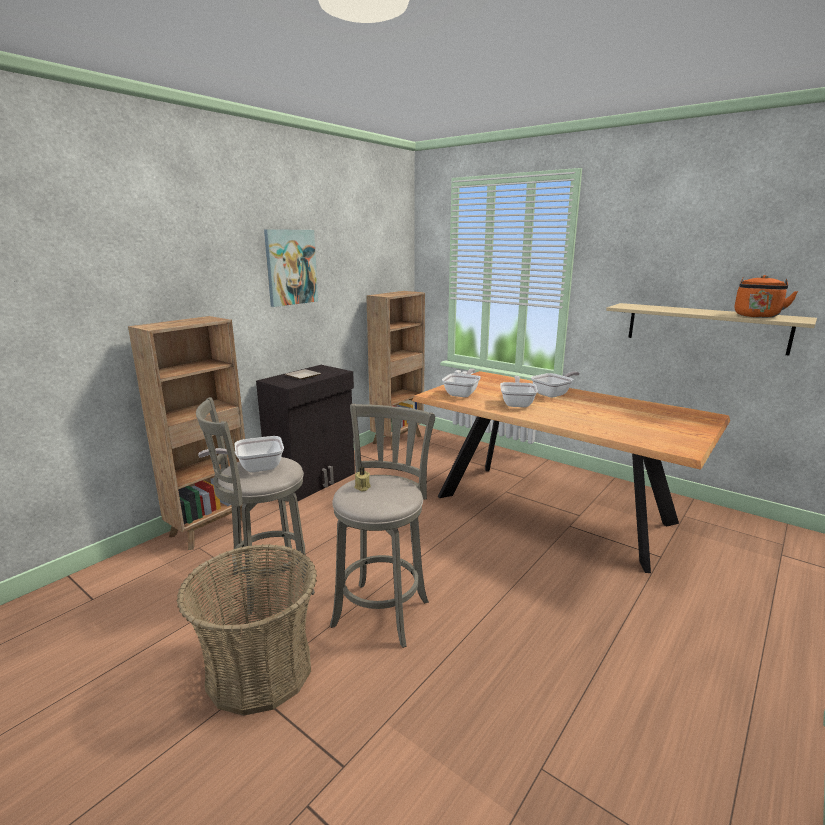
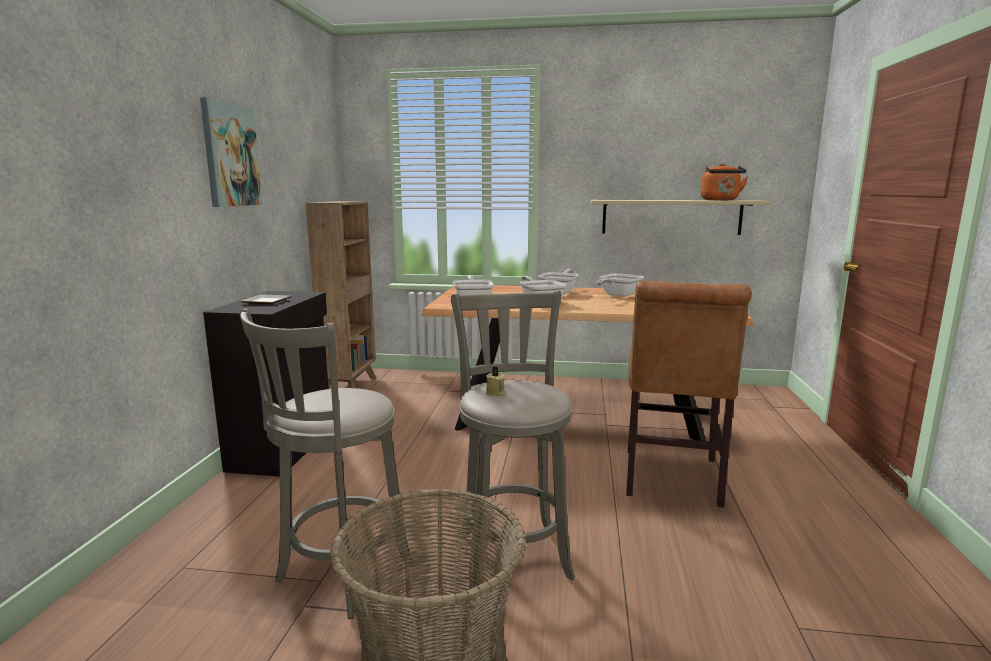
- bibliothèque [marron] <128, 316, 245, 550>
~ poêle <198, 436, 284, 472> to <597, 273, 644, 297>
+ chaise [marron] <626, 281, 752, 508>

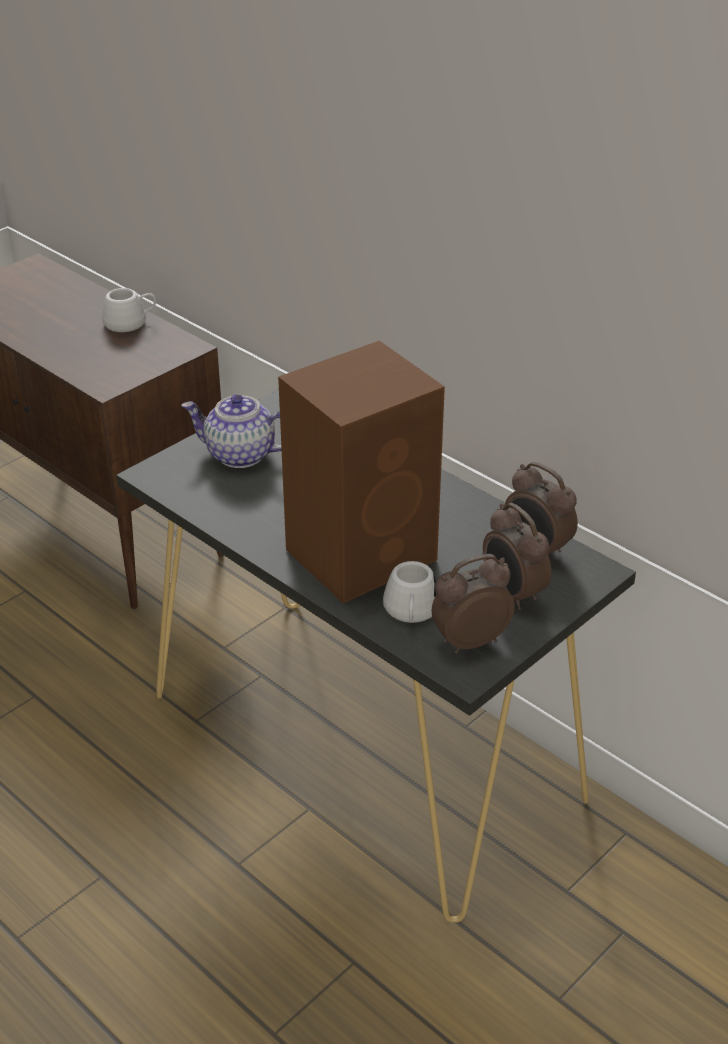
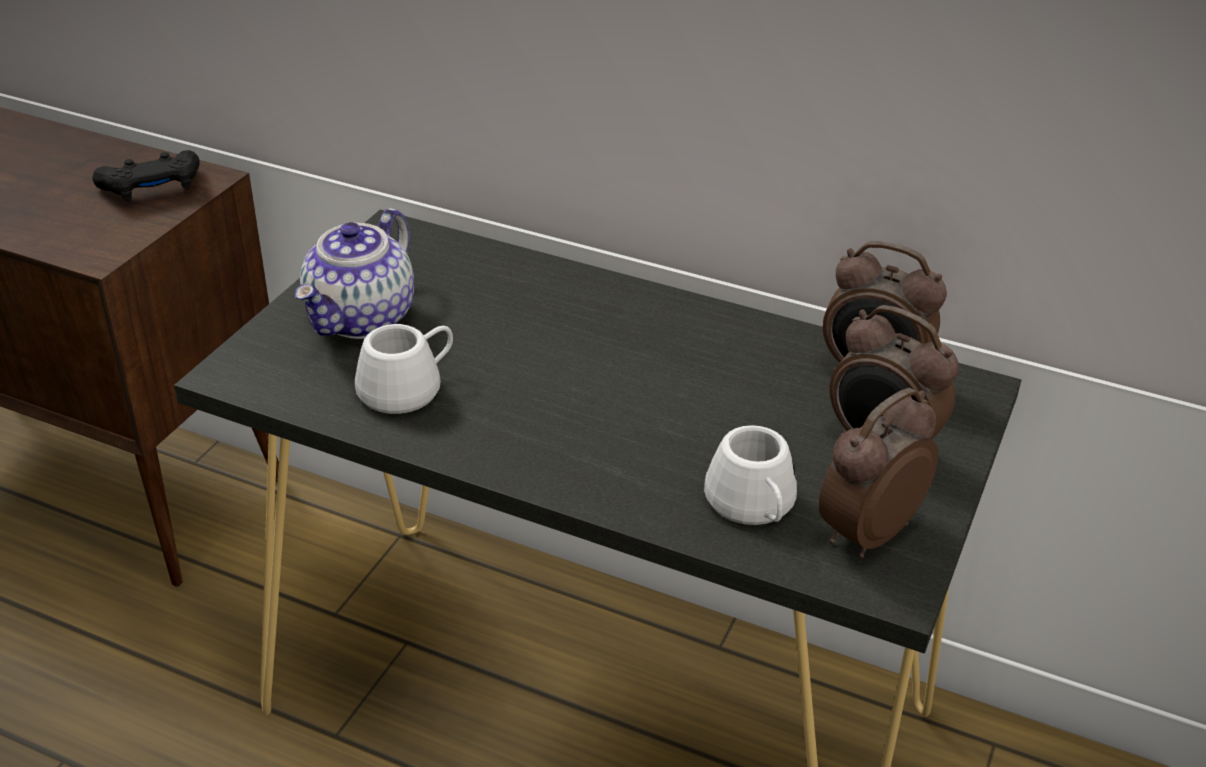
~ mug [blanc] <102, 288, 156, 332> to <355, 324, 453, 414>
- enceinte [marron] <278, 341, 445, 603>
~ théière <181, 394, 282, 468> = <295, 208, 414, 339> 60 degrees counterclockwise
+ manette [noir] <92, 150, 200, 202>

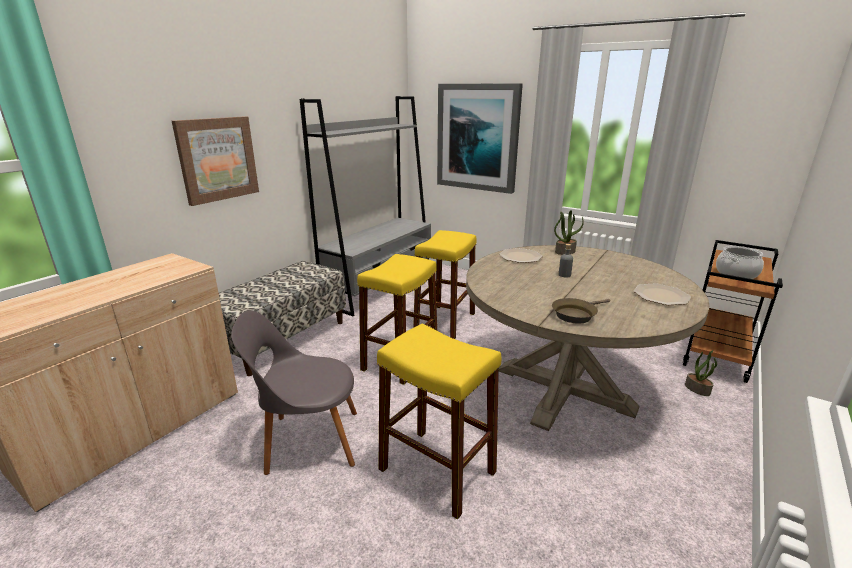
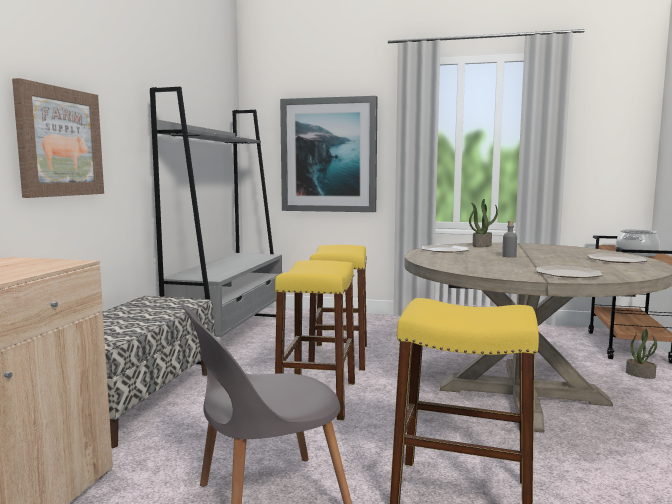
~ poêle [marron] <552, 298, 610, 324> to assiette <536, 266, 603, 278>

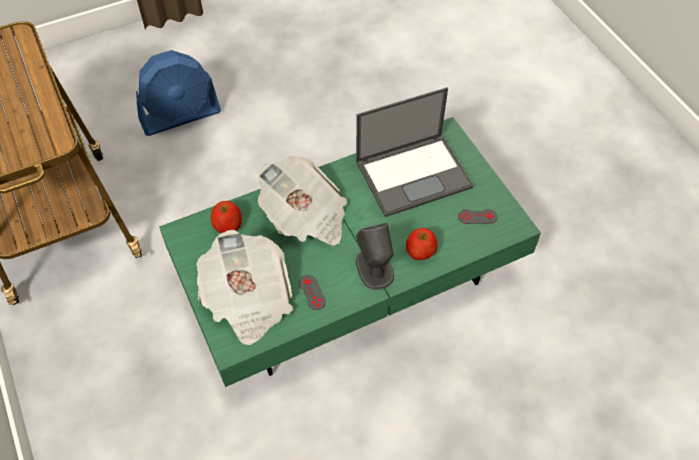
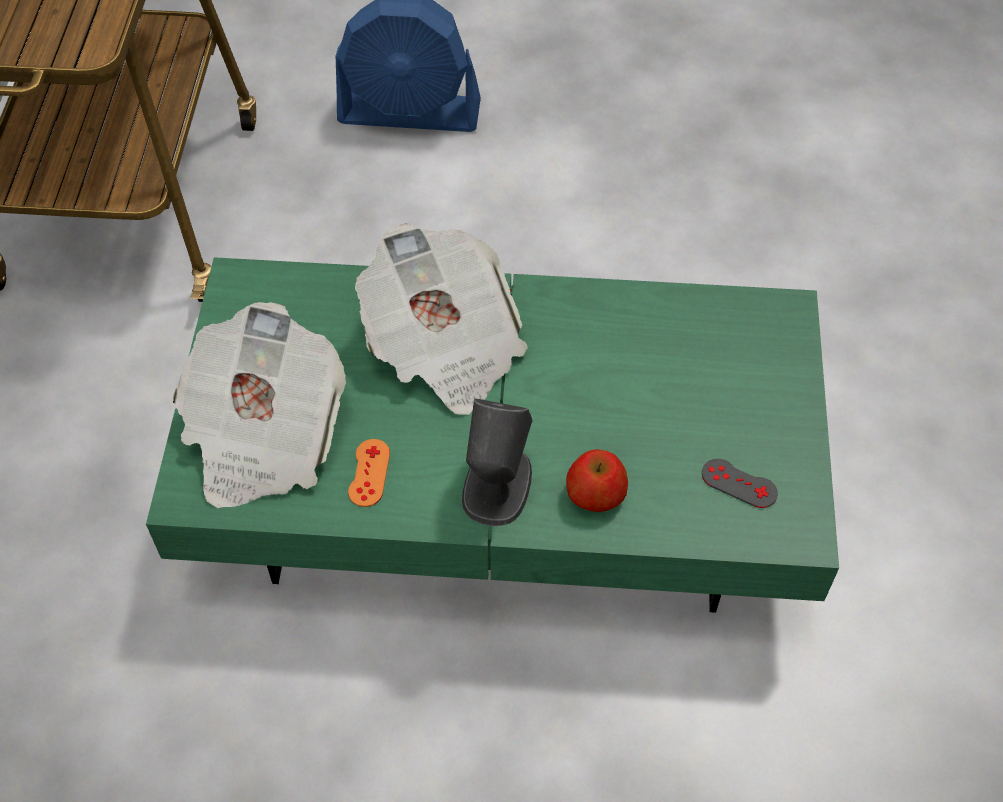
- ordinateur portable <356, 87, 474, 217>
- pomme <211, 201, 242, 233>
~ manette [gris] <299, 275, 326, 310> to manette [orange] <348, 439, 390, 507>

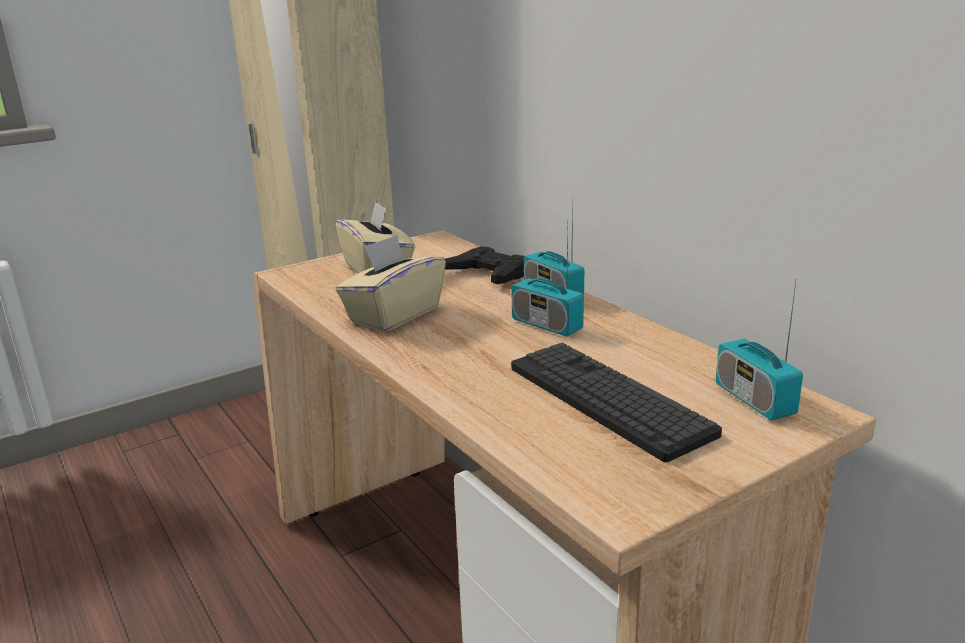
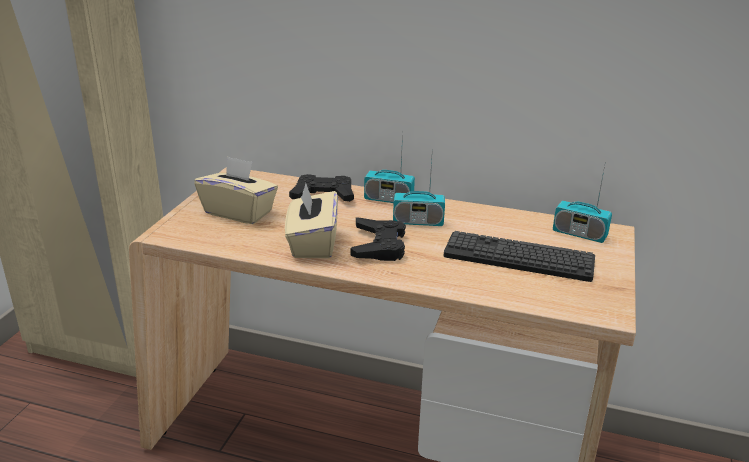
+ manette [noir] <350, 217, 406, 261>

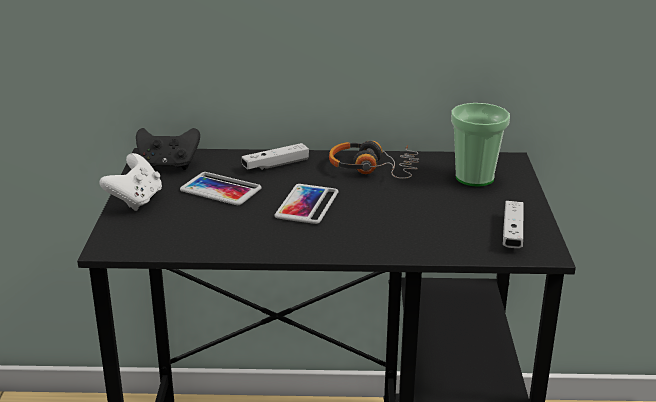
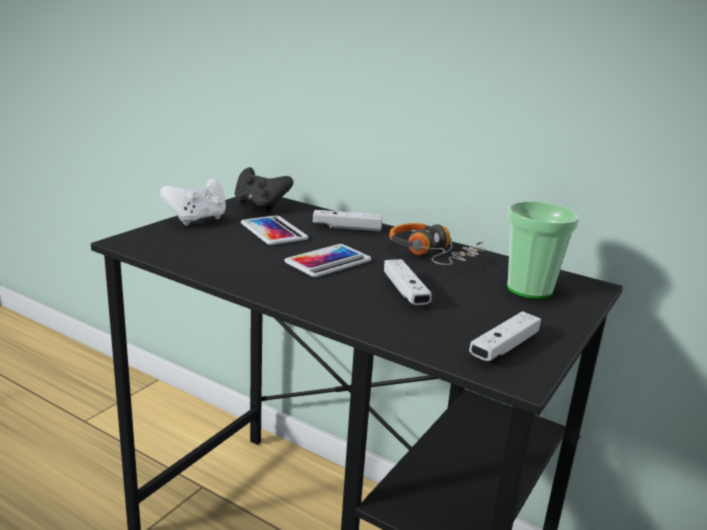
+ manette [blanc] <384, 259, 432, 305>

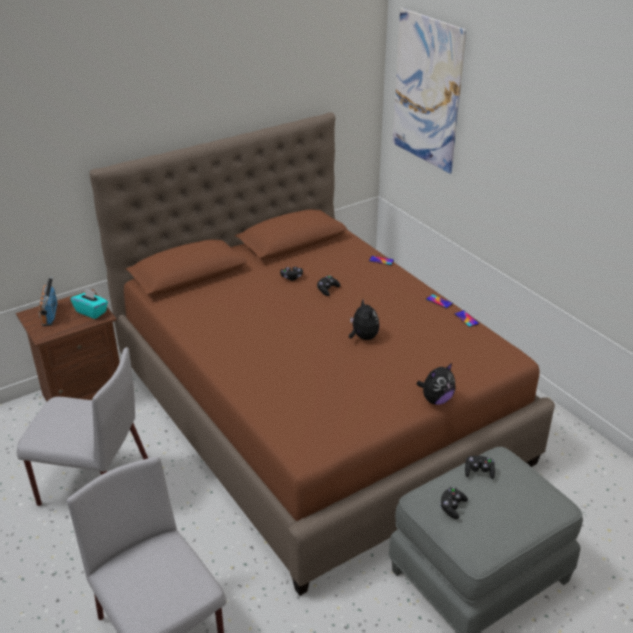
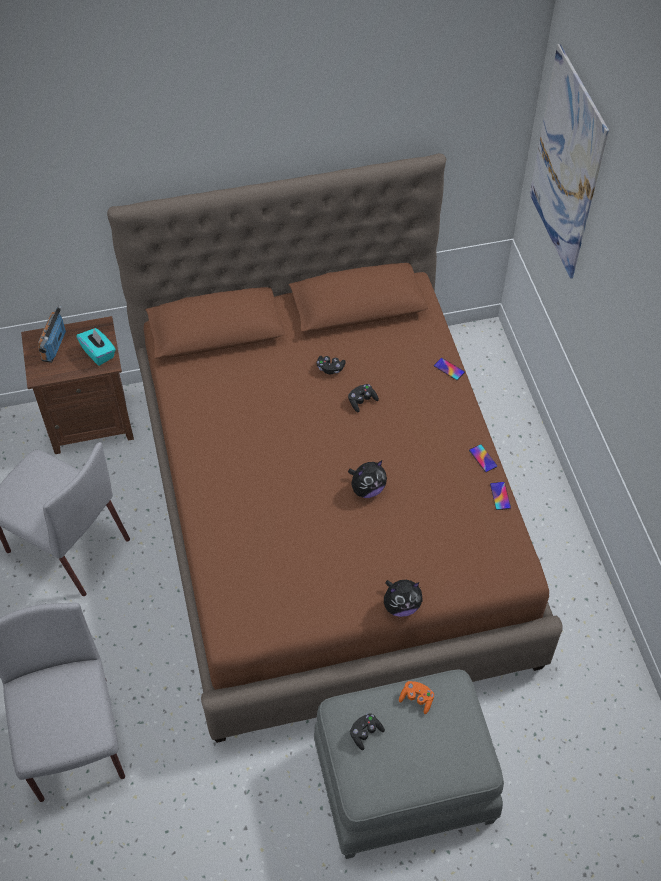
~ peluche <349, 299, 380, 340> = <348, 460, 387, 498> 60 degrees clockwise
~ manette [noir] <465, 456, 495, 479> to manette [orange] <399, 681, 434, 714>

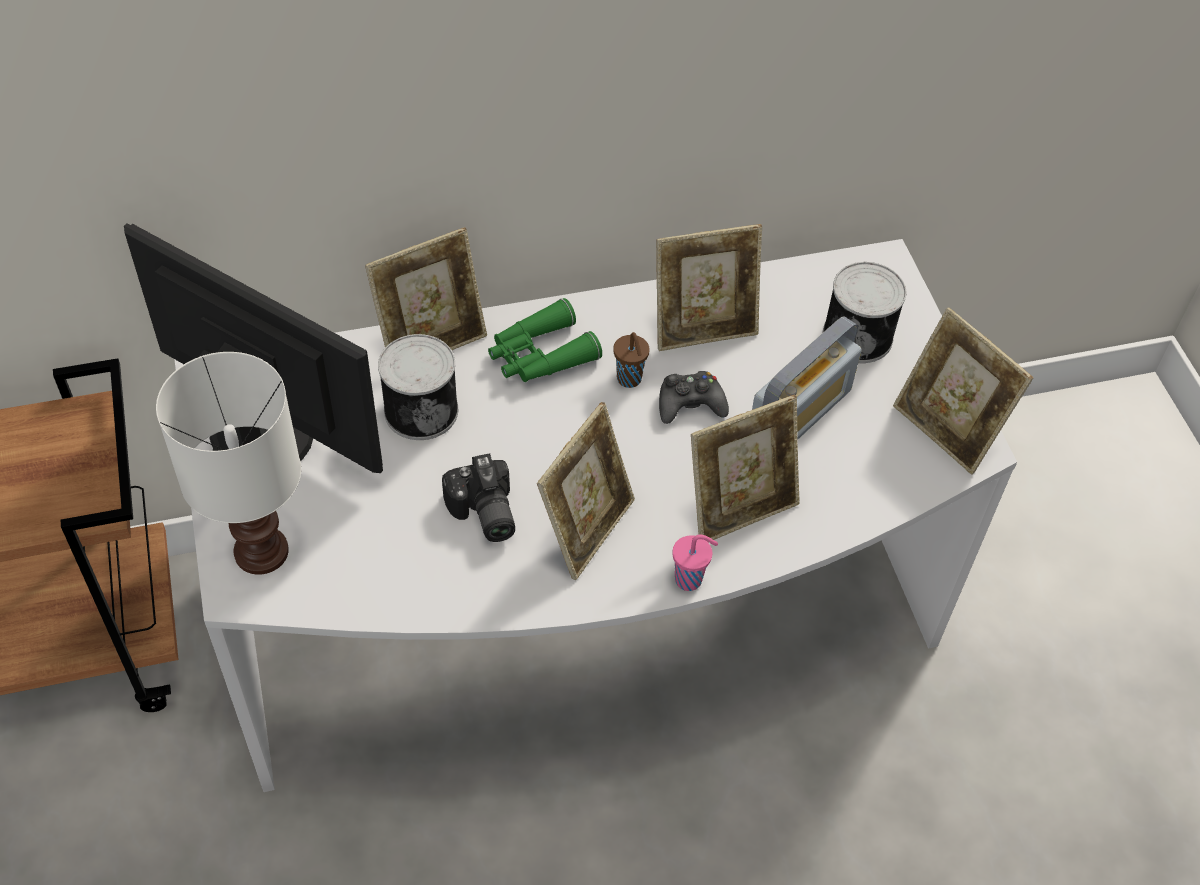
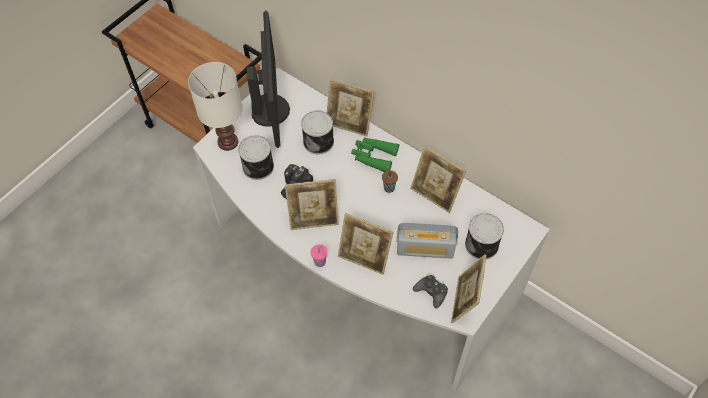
~ manette [noir] <659, 371, 729, 424> to <413, 275, 448, 308>
+ boîte métallique <238, 135, 274, 180>

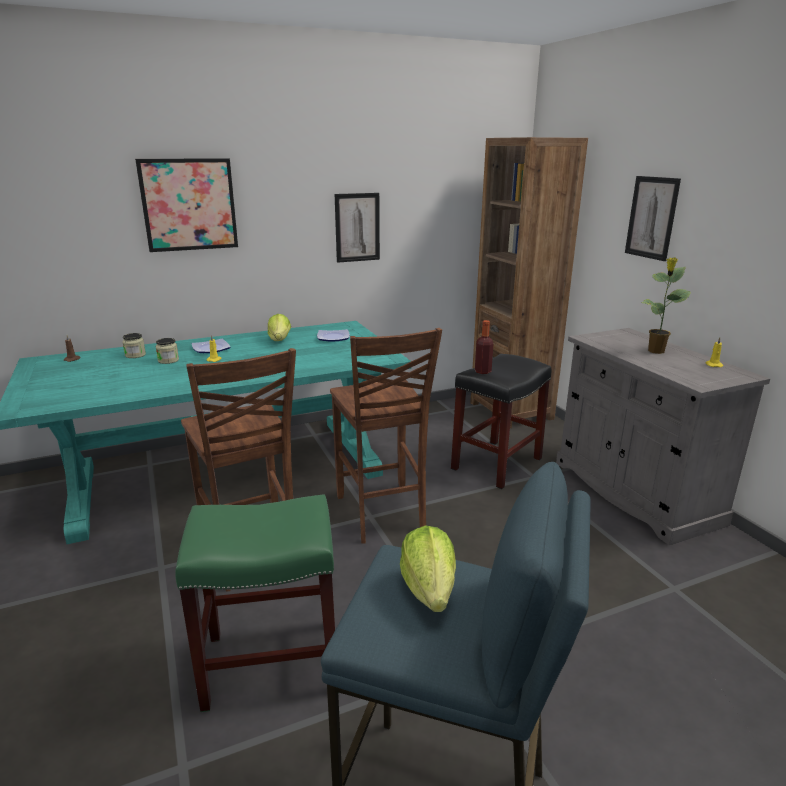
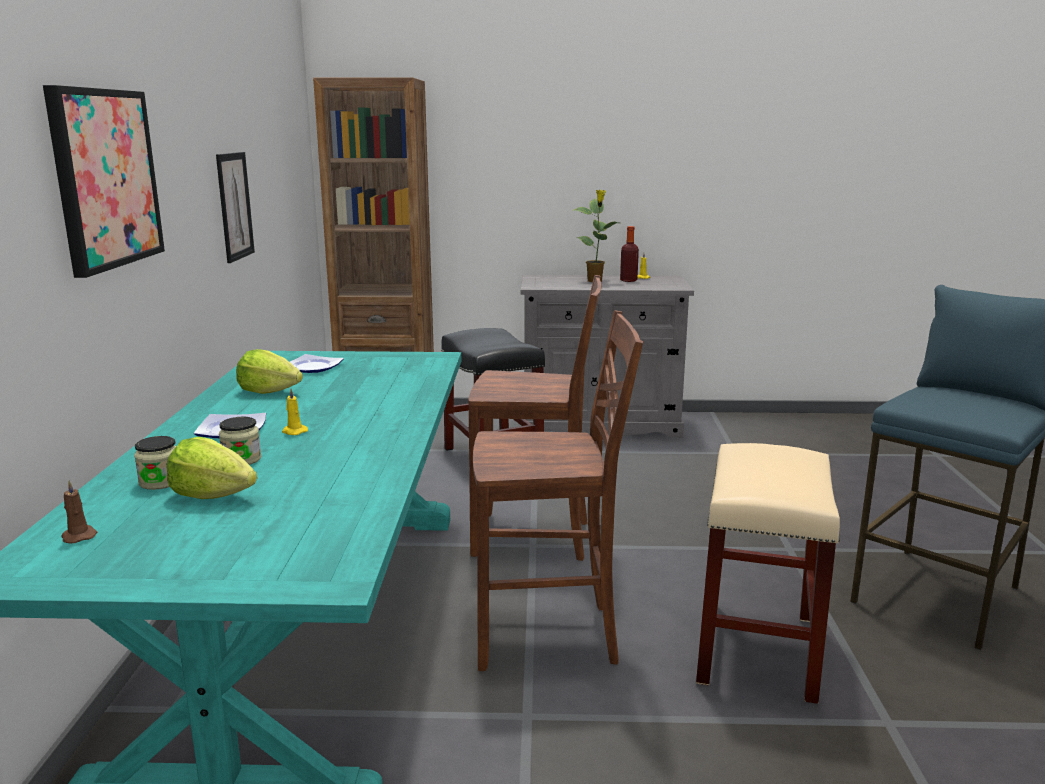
- tableau <625, 176, 681, 261>
~ bouteille <475, 320, 493, 374> to <620, 226, 639, 282>
~ tabouret [vert] <175, 494, 339, 712> to tabouret [beige] <696, 443, 840, 704>
~ laitue <400, 525, 456, 612> to <166, 437, 257, 499>

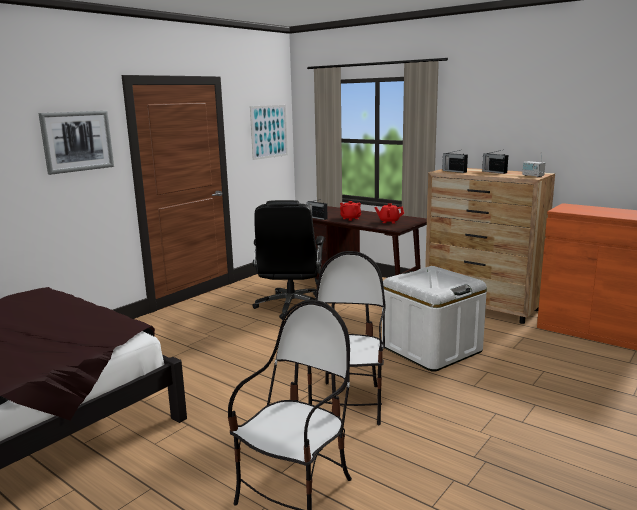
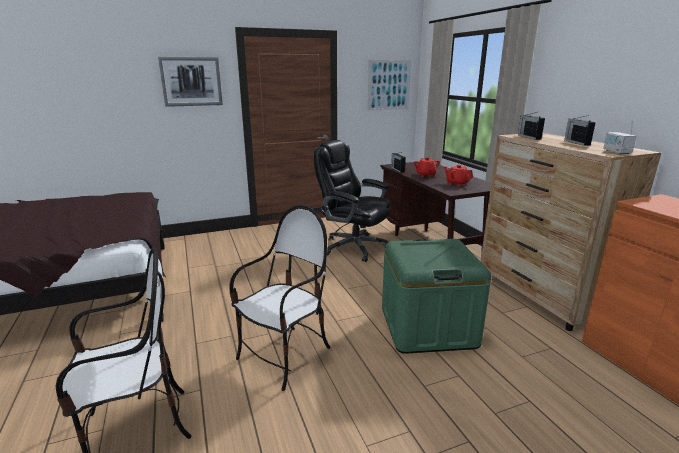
~ chaise de bureau [noir] <252, 200, 325, 320> = <314, 140, 391, 262> 90 degrees clockwise
~ boîte de rangement [blanc] <382, 266, 487, 372> to boîte de rangement [vert] <382, 239, 491, 354>

